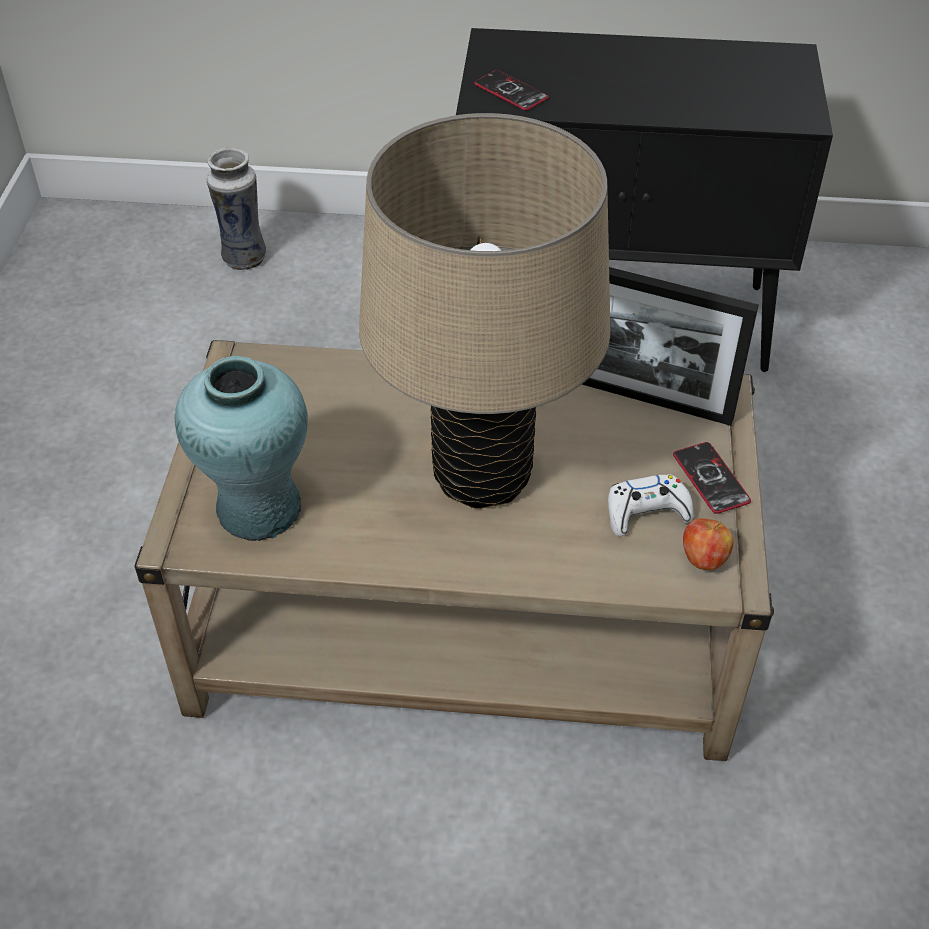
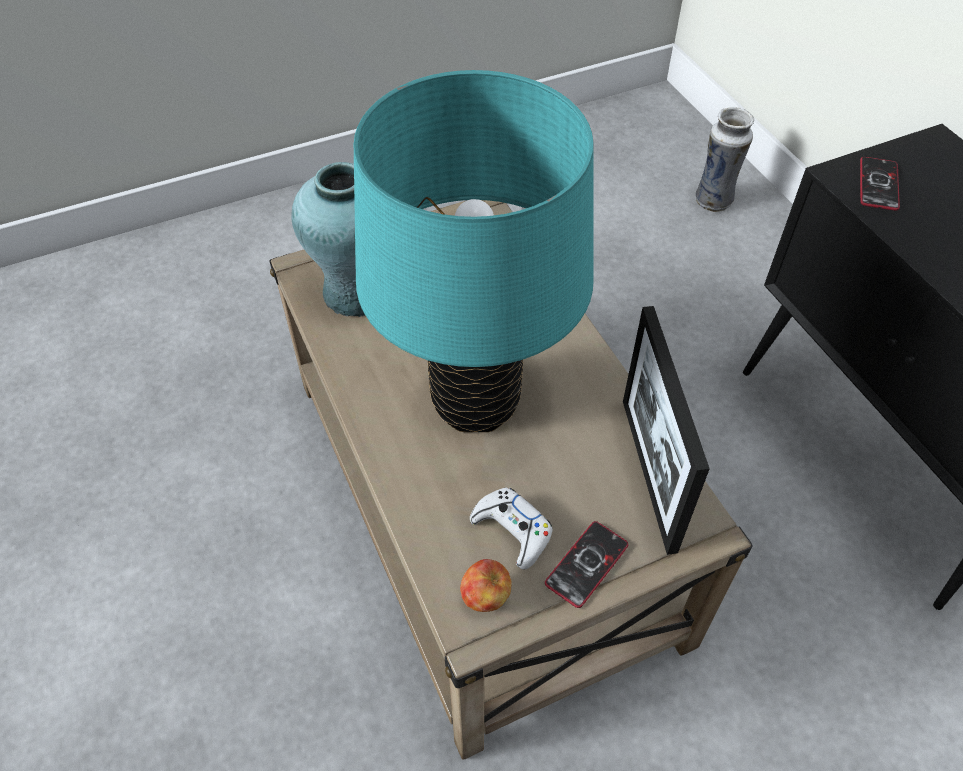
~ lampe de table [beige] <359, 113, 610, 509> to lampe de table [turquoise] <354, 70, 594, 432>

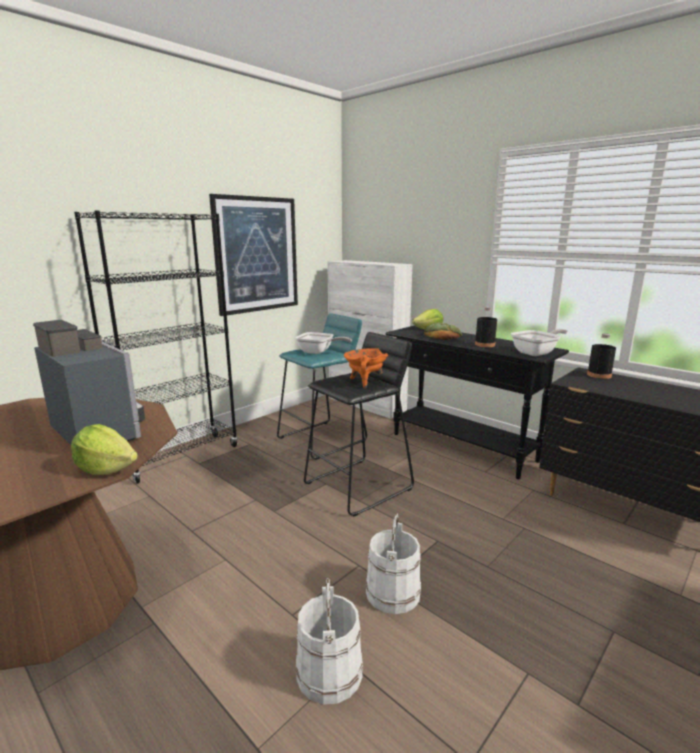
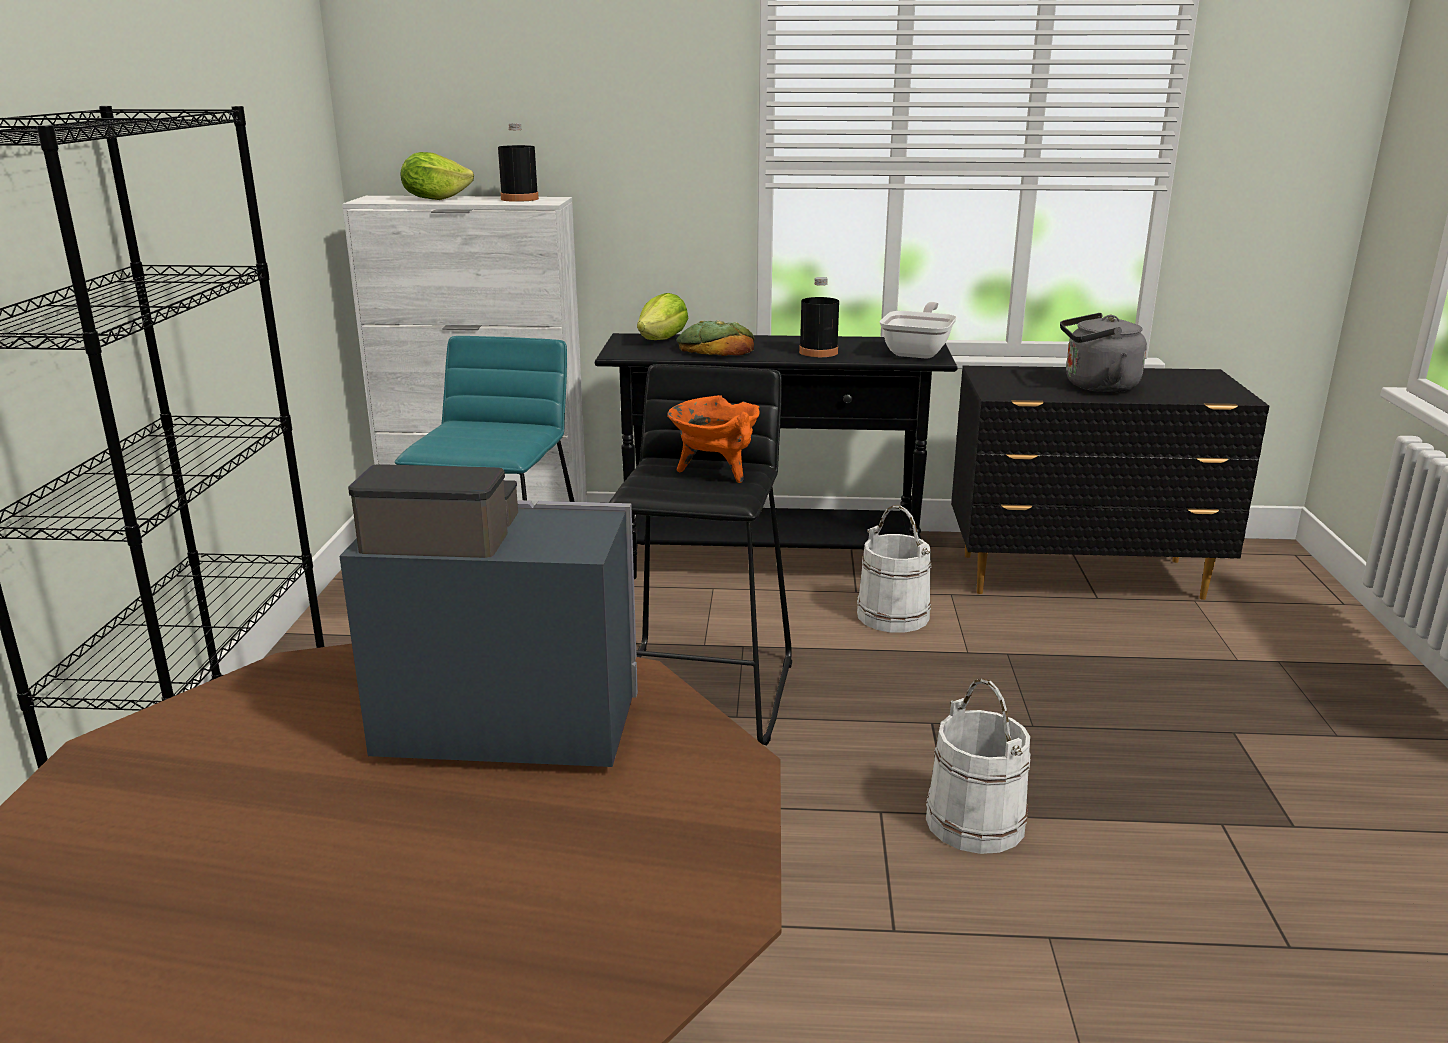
- tableau <209, 194, 298, 316>
- poêle <295, 332, 352, 354>
~ bouteille [noir] <587, 333, 616, 379> to <498, 123, 539, 202>
~ laitue <71, 424, 138, 475> to <400, 152, 474, 200>
~ seau [blanc] <296, 578, 363, 705> to <857, 505, 931, 633>
+ bouilloire [gris] <1060, 313, 1147, 392>

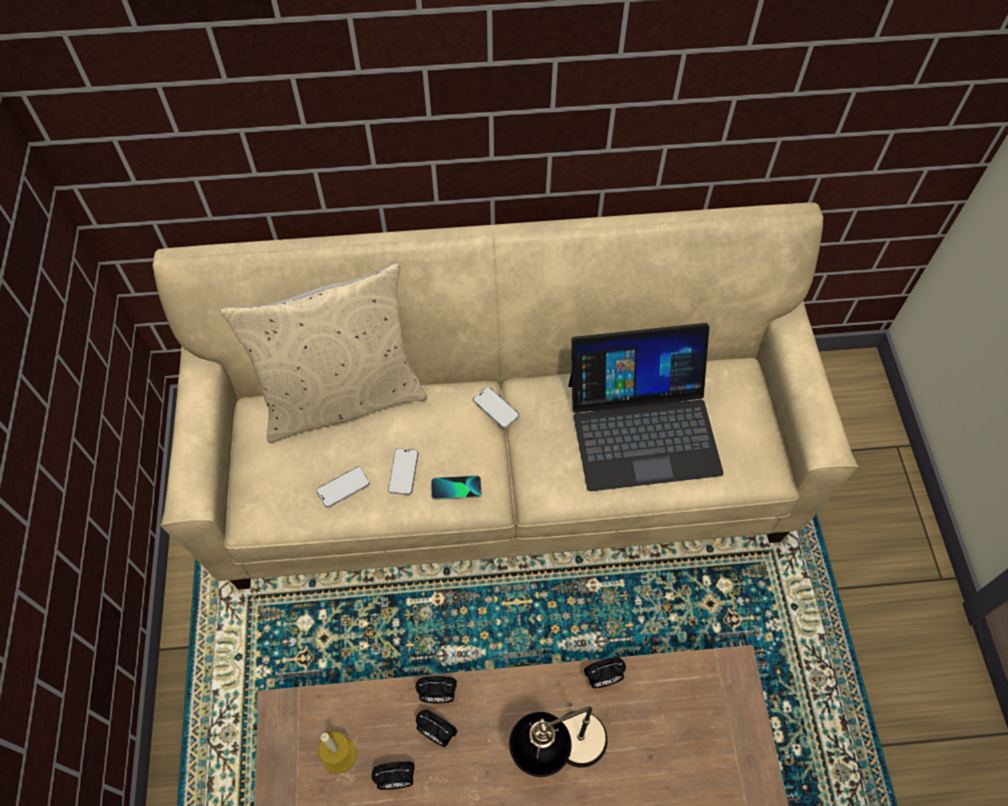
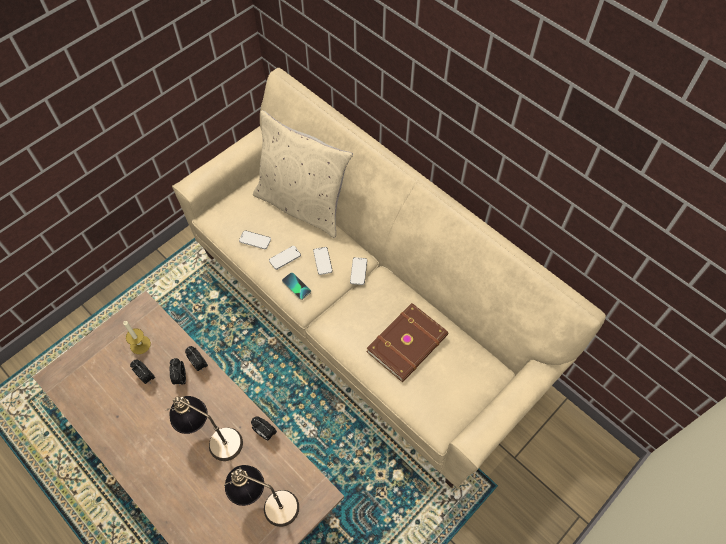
~ ordinateur portable <568, 323, 724, 491> to livre [marron] <367, 303, 448, 382>
+ téléphone <313, 247, 333, 275>
+ lampe de table <224, 465, 299, 527>

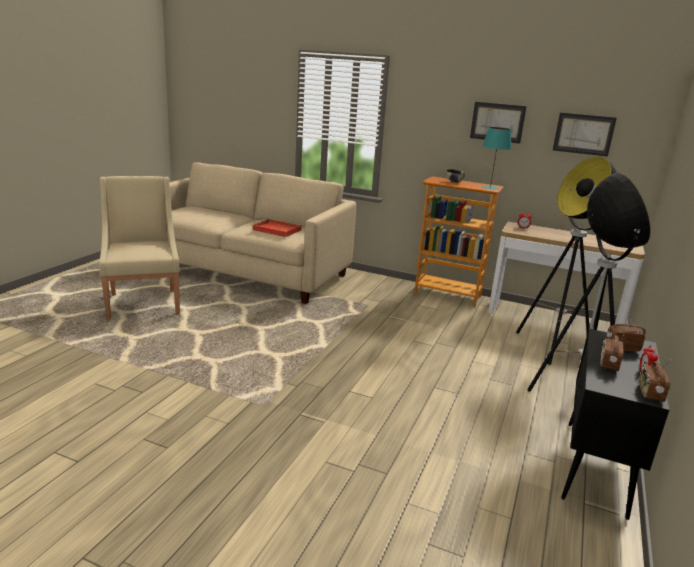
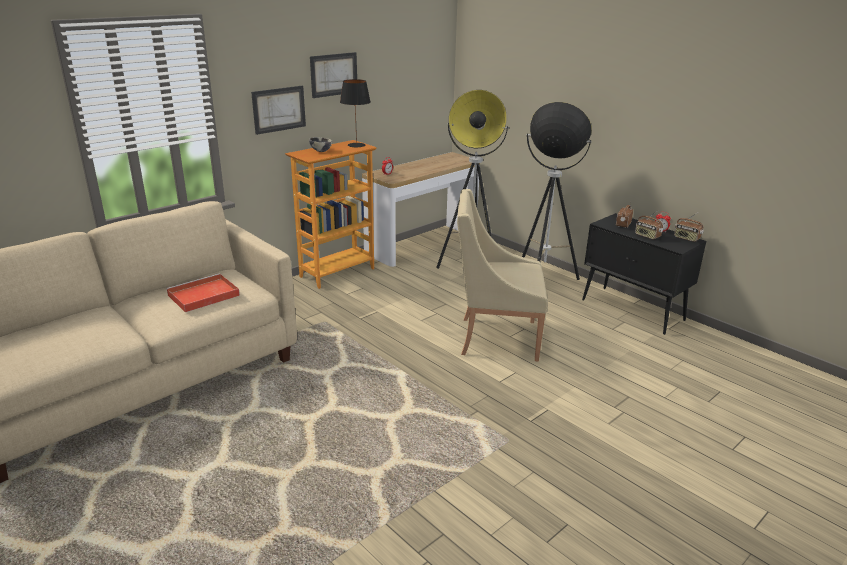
~ tableau <553, 113, 617, 157> to <251, 86, 306, 135>
~ lampe de table [turquoise] <482, 127, 511, 189> to lampe de table [noir] <340, 79, 371, 148>
~ fauteuil [beige] <99, 176, 180, 320> to <457, 189, 548, 362>

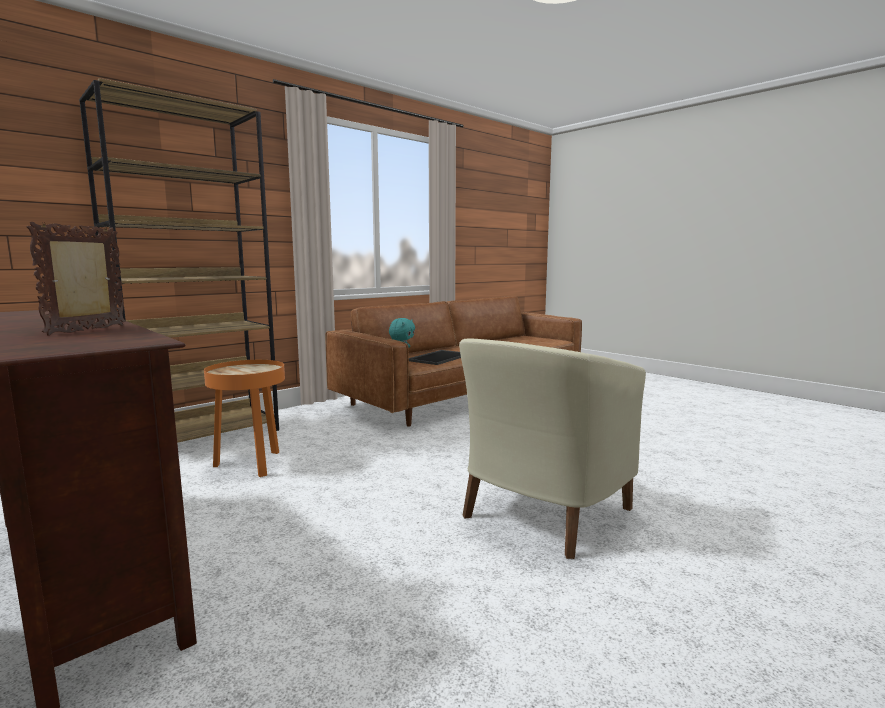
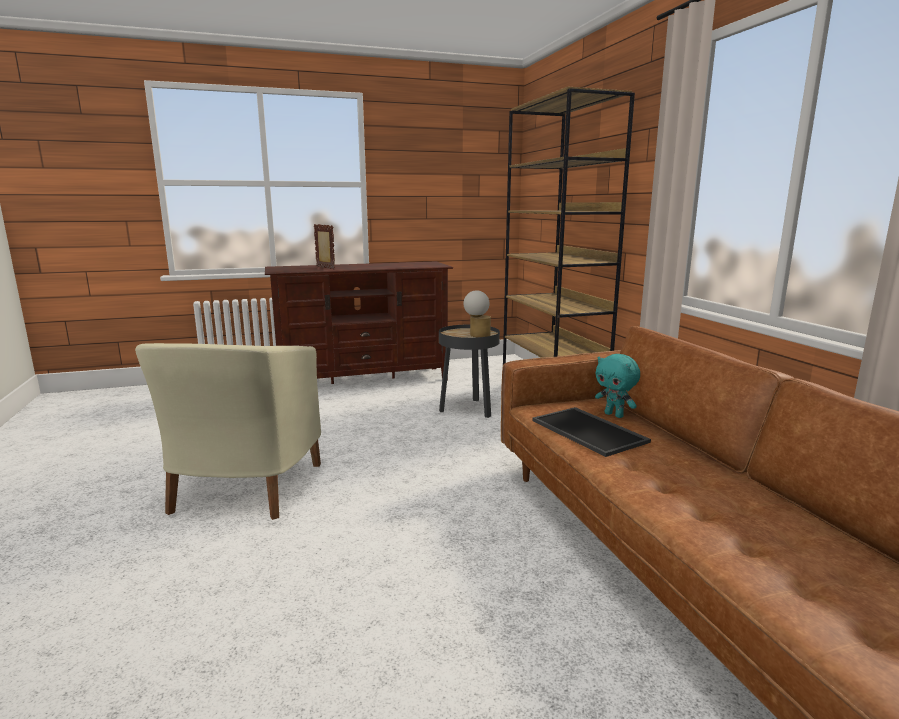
~ fauteuil [beige] <459, 338, 646, 559> = <135, 343, 321, 520> 150 degrees counterclockwise
~ table d'appoint [orange] <204, 360, 285, 477> to table d'appoint [noir] <439, 325, 500, 418>
+ lampe de table <464, 290, 491, 337>

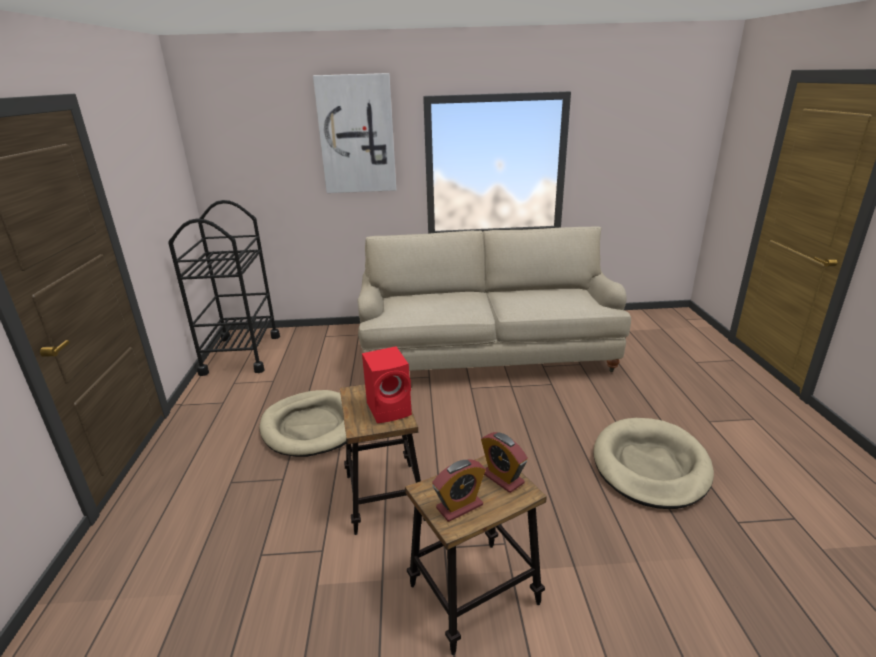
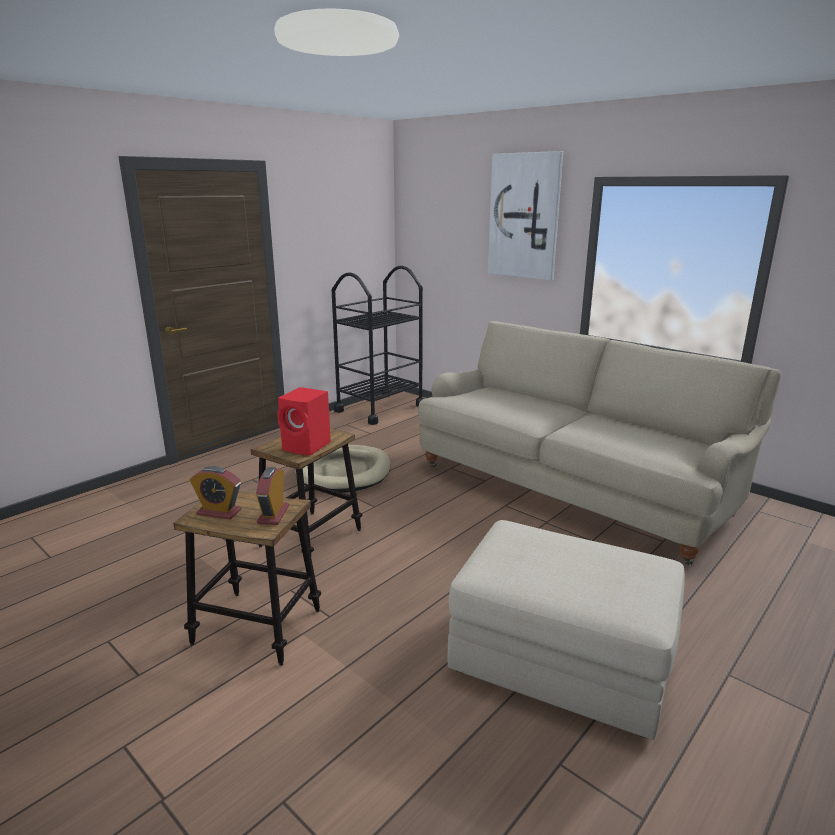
~ panier pour chien [beige] <593, 418, 714, 509> to pouf [beige] <448, 520, 685, 740>

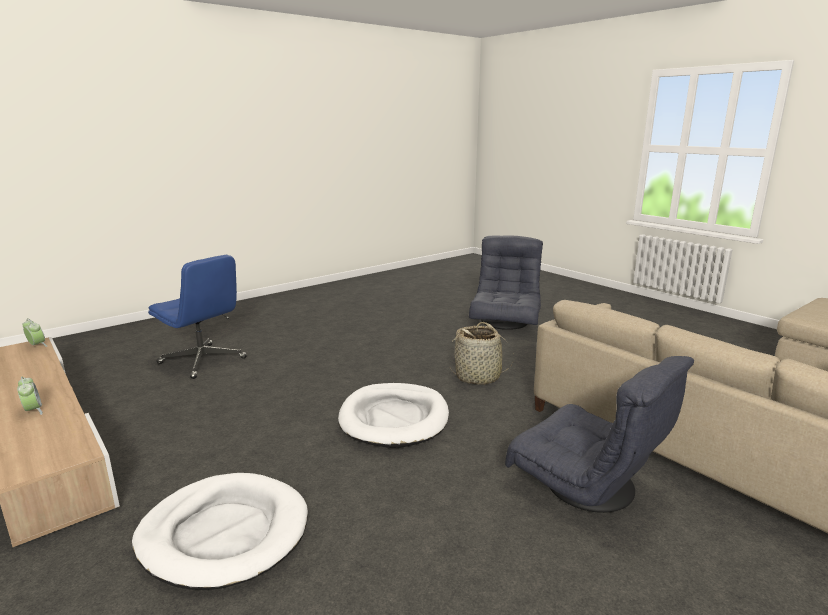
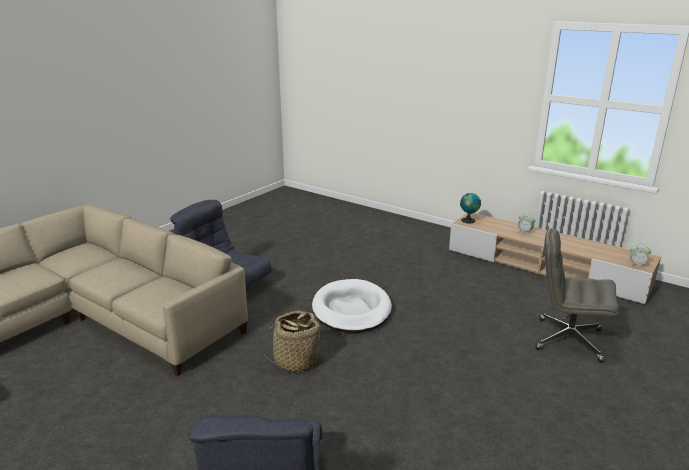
~ chaise de bureau [bleu] <148, 255, 247, 379> to chaise de bureau [gris] <535, 228, 619, 363>
- panier pour chien [blanc] <132, 473, 308, 590>
+ globe <460, 193, 481, 224>

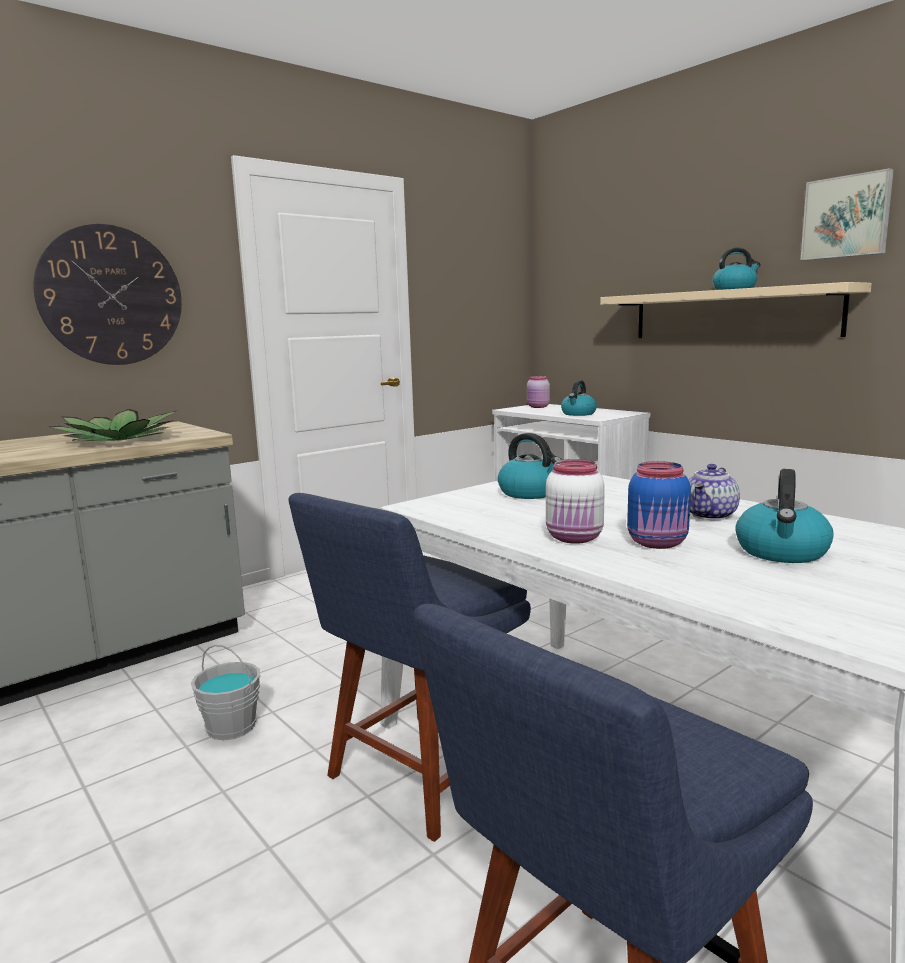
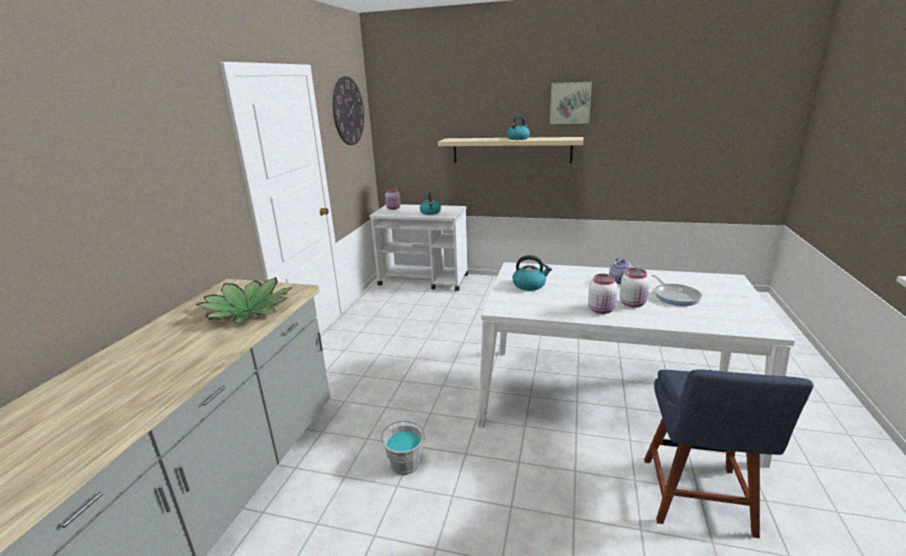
~ horloge murale <33, 224, 182, 365> to <333, 76, 364, 145>
~ bocal [bleu] <627, 461, 691, 549> to bocal [blanc] <619, 268, 650, 307>
~ bouilloire <735, 469, 834, 563> to poêle <651, 275, 702, 306>
- chaise [bleu] <289, 493, 531, 842>

